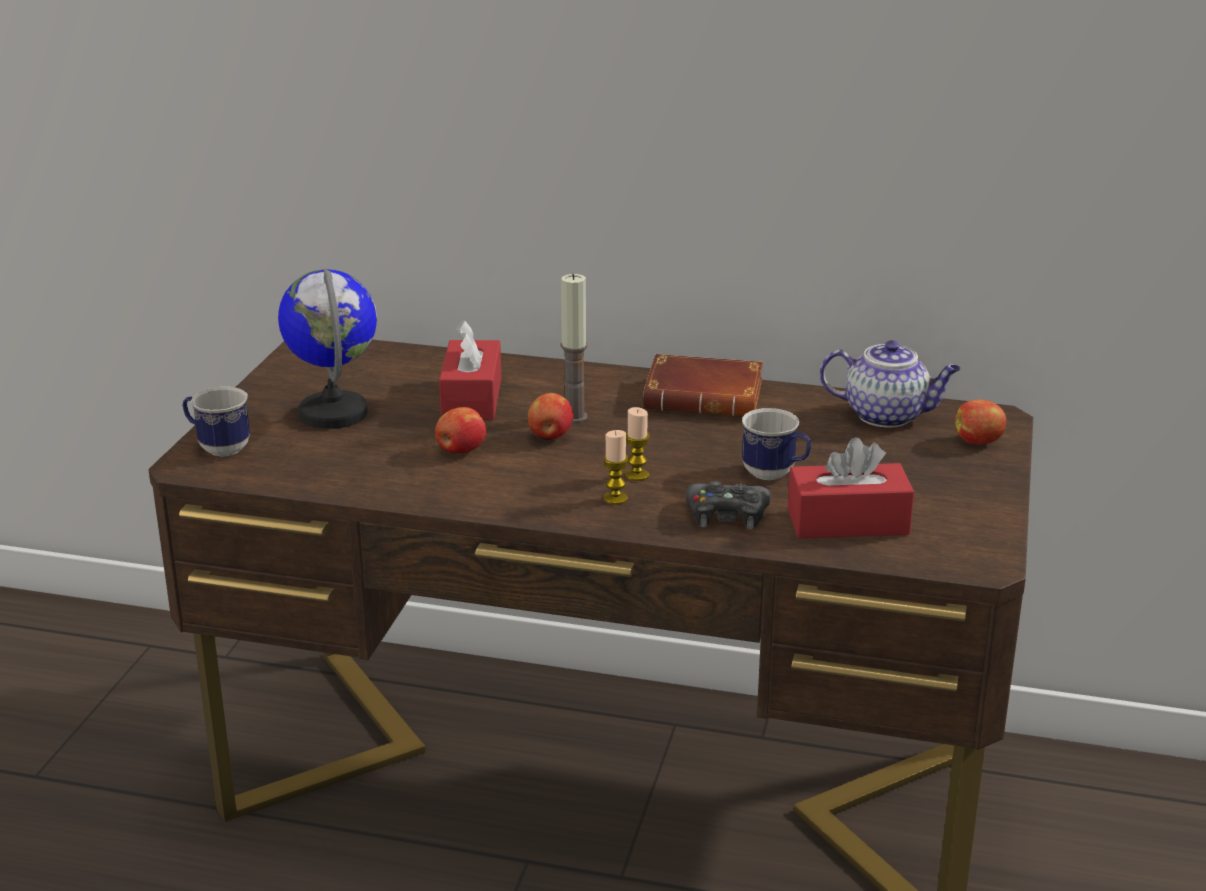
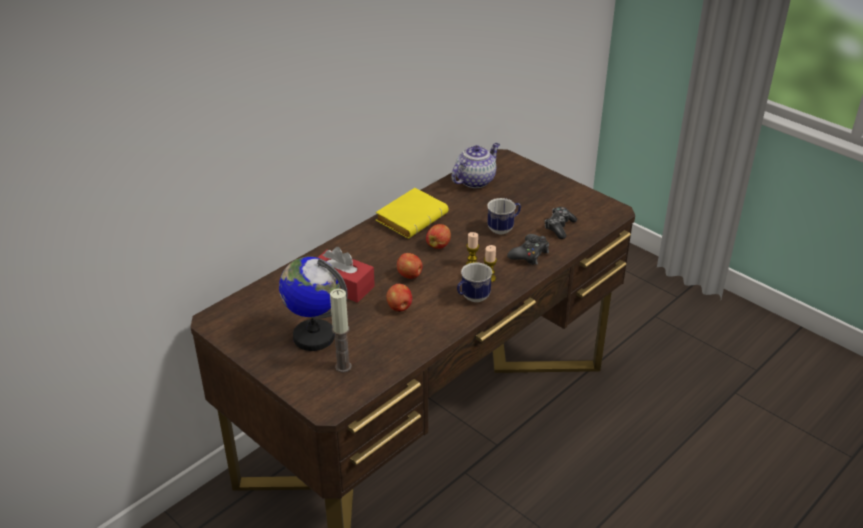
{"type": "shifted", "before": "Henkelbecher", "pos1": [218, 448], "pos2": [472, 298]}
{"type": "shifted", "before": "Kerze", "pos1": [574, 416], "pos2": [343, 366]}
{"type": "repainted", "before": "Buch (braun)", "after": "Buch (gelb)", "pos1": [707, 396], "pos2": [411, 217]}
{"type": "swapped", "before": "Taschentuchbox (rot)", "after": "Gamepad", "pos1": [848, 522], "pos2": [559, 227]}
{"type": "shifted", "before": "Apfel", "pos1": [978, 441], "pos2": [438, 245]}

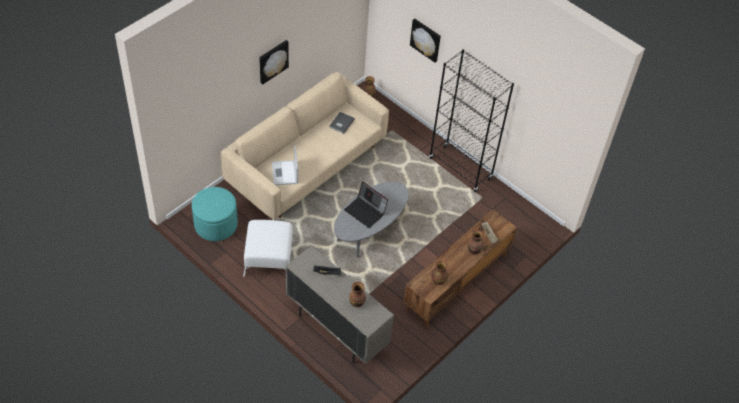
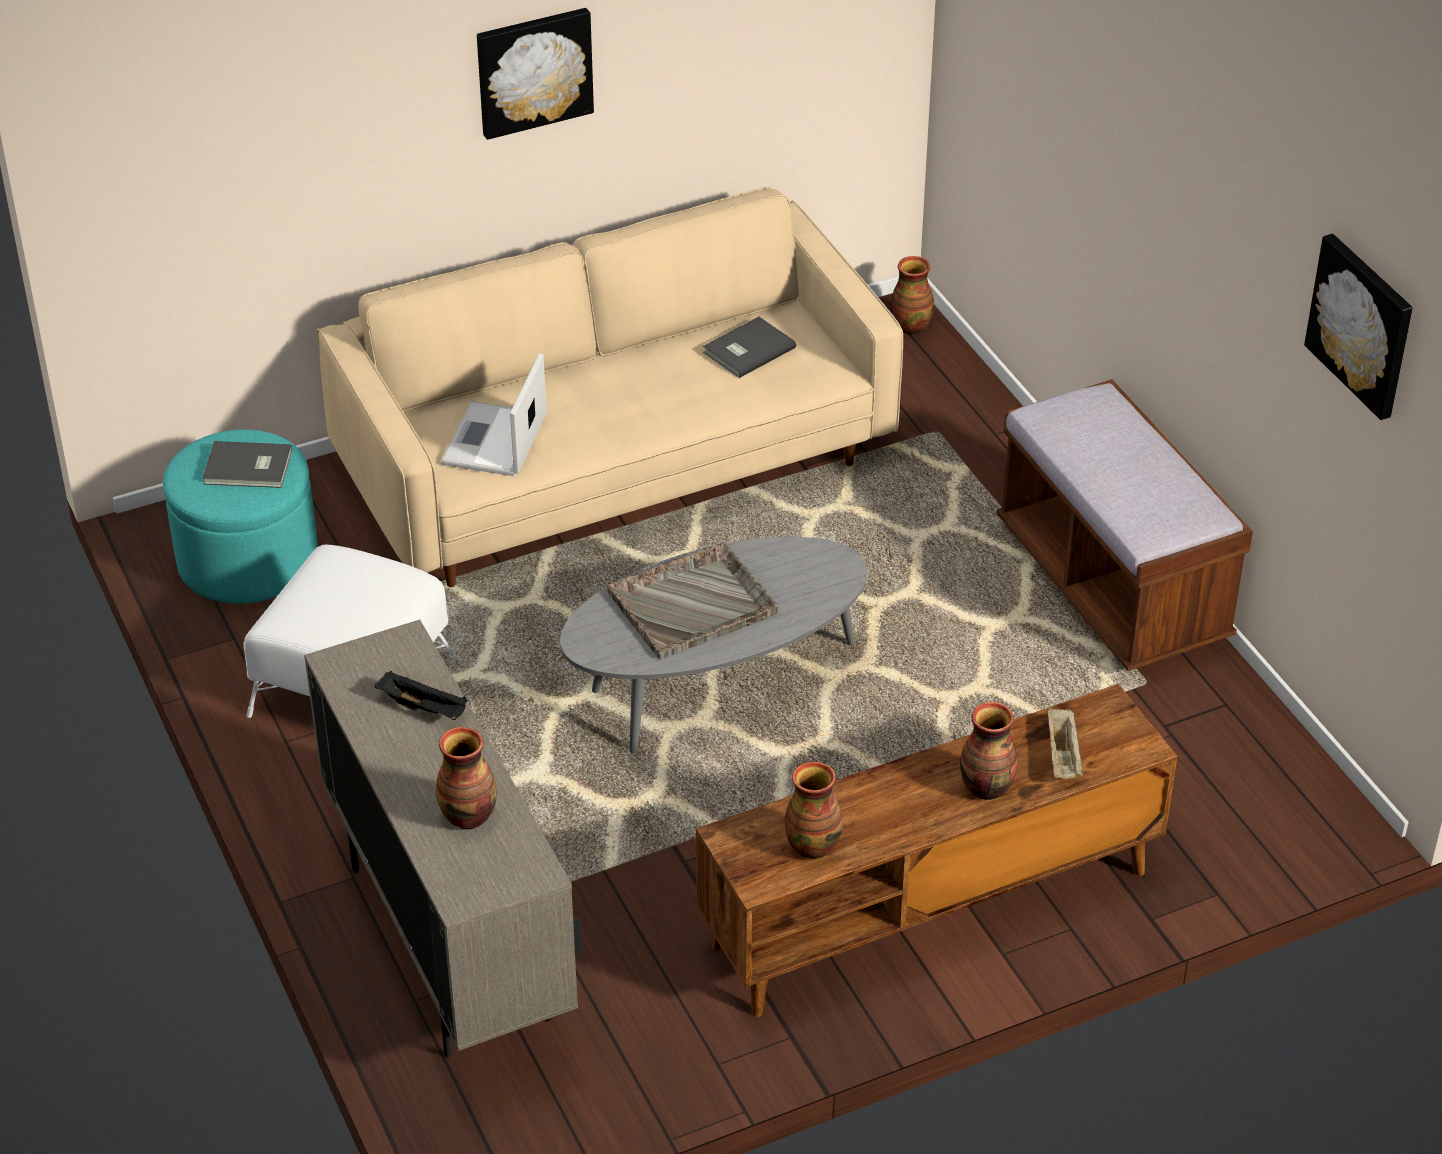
{"type": "swapped", "before": "Laptop", "after": "Tablett (grau)", "pos1": [366, 211], "pos2": [694, 603]}
{"type": "shifted", "before": "Bild", "pos1": [426, 39], "pos2": [1363, 324]}
{"type": "swapped", "before": "Bücherregal (schwarz)", "after": "Bank (braun)", "pos1": [460, 169], "pos2": [1112, 586]}
{"type": "new", "after": "Buch (grau)", "pos2": [249, 468]}

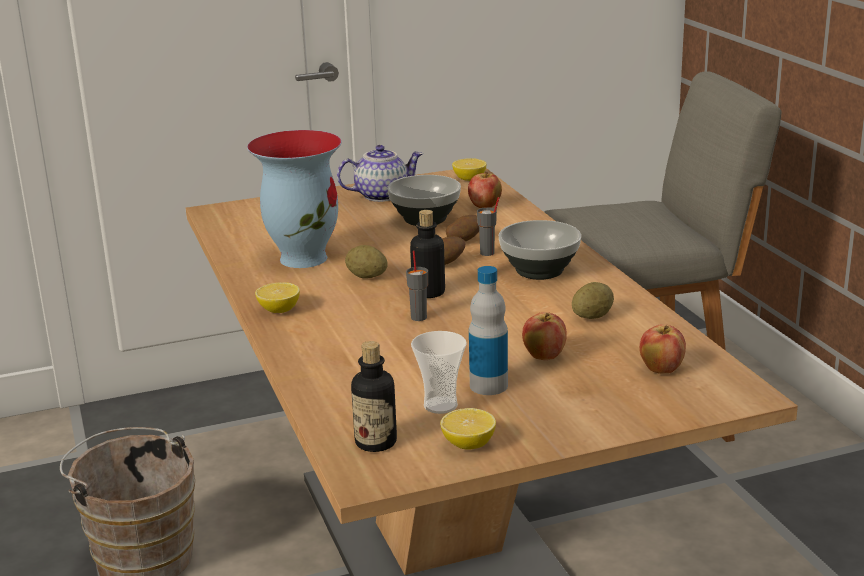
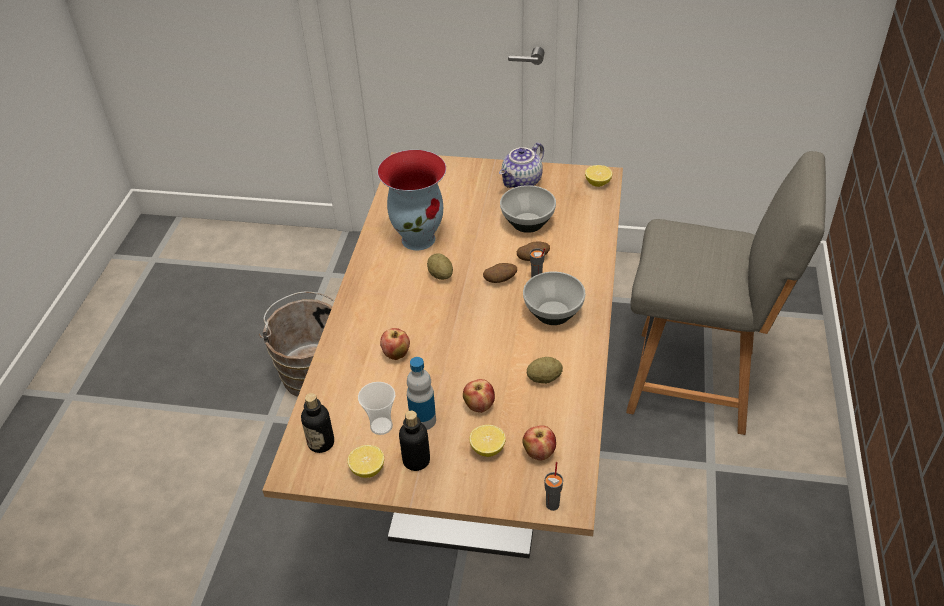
{"type": "shifted", "before": "Zitrone", "pos1": [279, 310], "pos2": [487, 449]}
{"type": "rotated", "before": "Teekanne", "pos1": [381, 195], "pos2": [522, 182], "turn": 120}
{"type": "shifted", "before": "Tasse (grau)", "pos1": [419, 317], "pos2": [553, 504]}
{"type": "shifted", "before": "Flasche", "pos1": [428, 292], "pos2": [416, 460]}
{"type": "shifted", "before": "Apfel", "pos1": [485, 206], "pos2": [396, 354]}

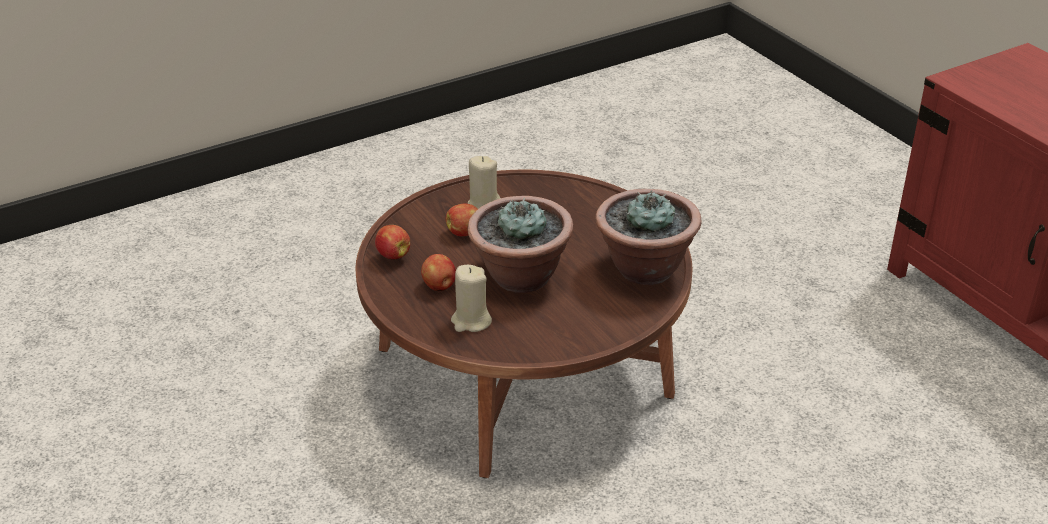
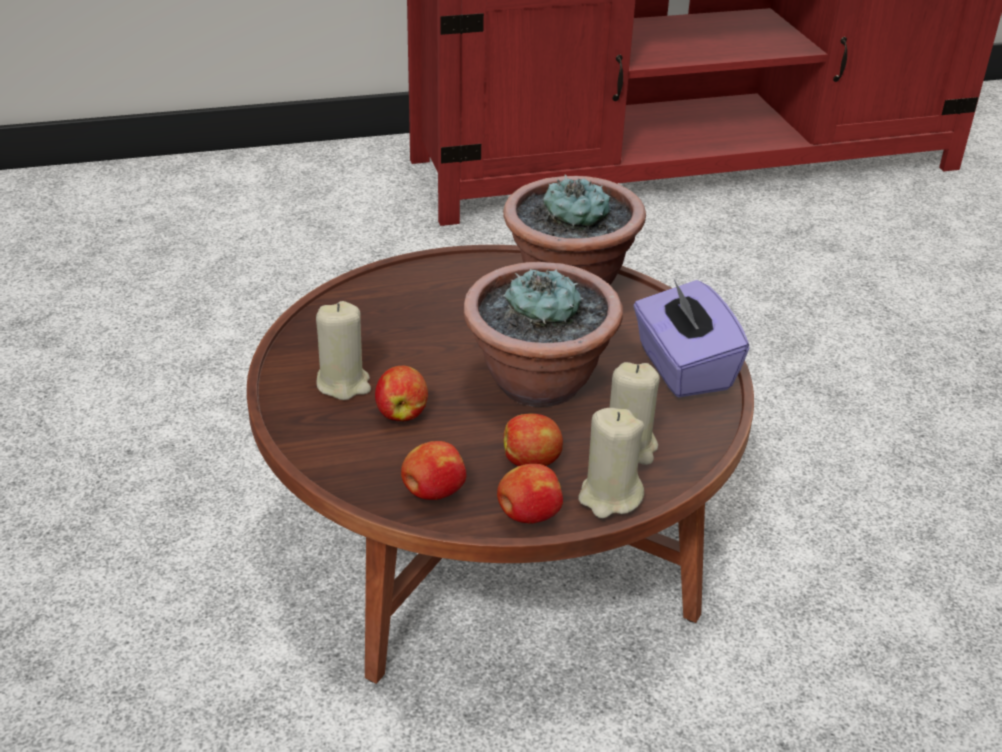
{"type": "new", "after": "Apfel", "pos2": [528, 515]}
{"type": "new", "after": "Kerze (beige)", "pos2": [609, 497]}
{"type": "new", "after": "Taschentuchbox (lila)", "pos2": [682, 368]}

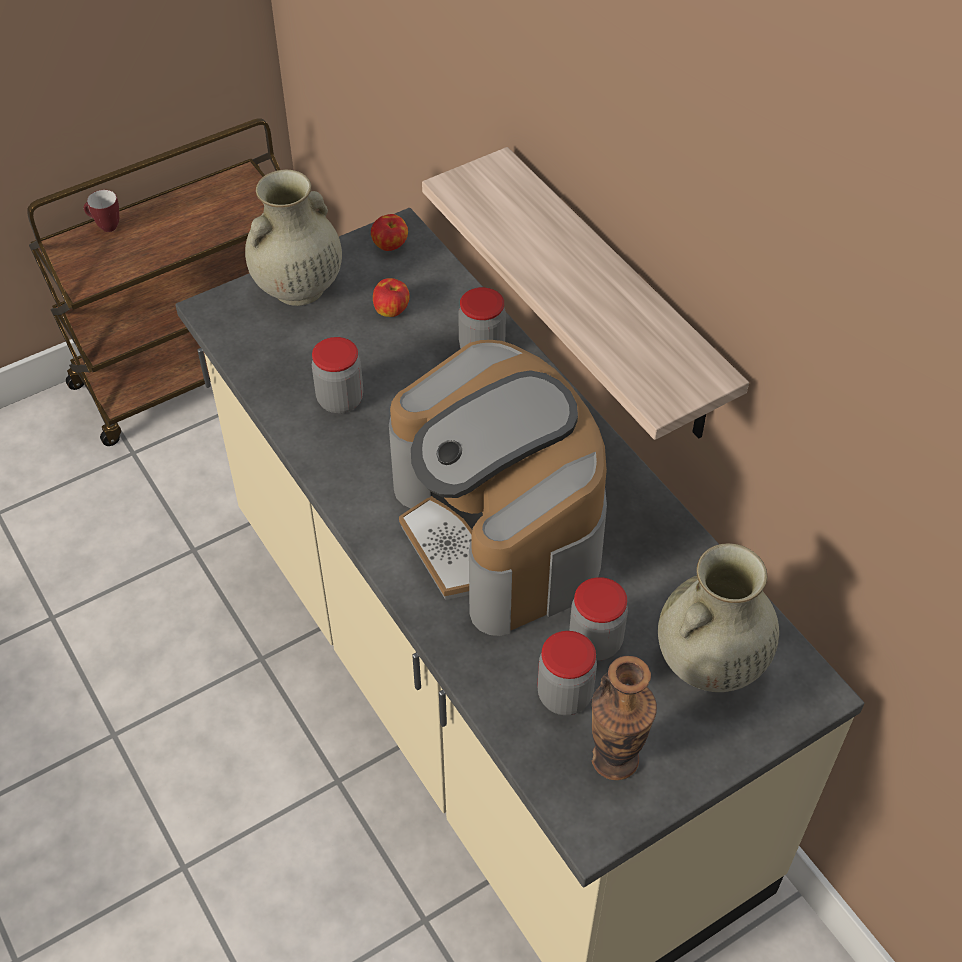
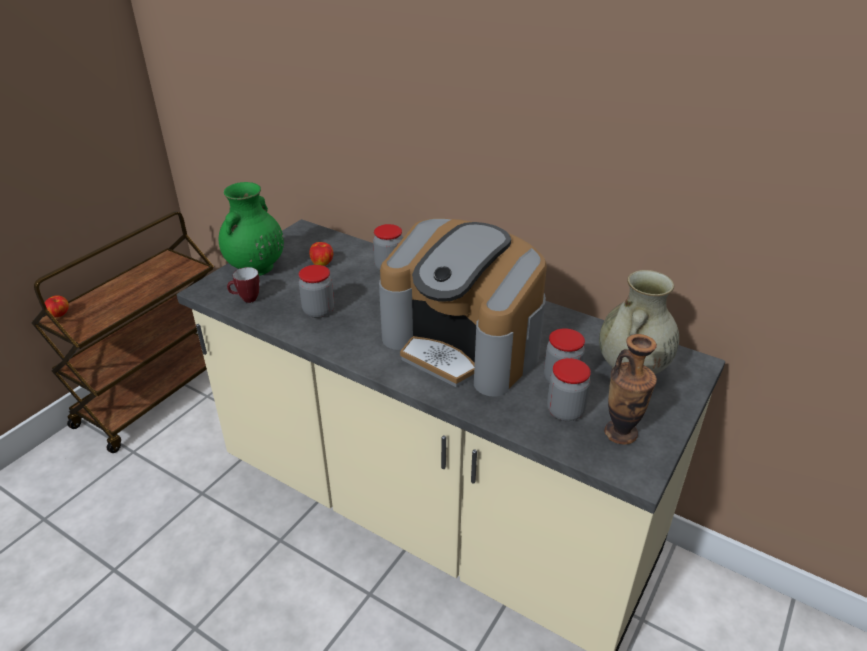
{"type": "shifted", "before": "Henkelbecher", "pos1": [105, 226], "pos2": [246, 300]}
{"type": "repainted", "before": "Vase (beige)", "after": "Vase (grün)", "pos1": [297, 289], "pos2": [255, 268]}
{"type": "shifted", "before": "Apfel", "pos1": [390, 246], "pos2": [60, 315]}
{"type": "gone", "before": "Wandregal", "pos1": [614, 299]}

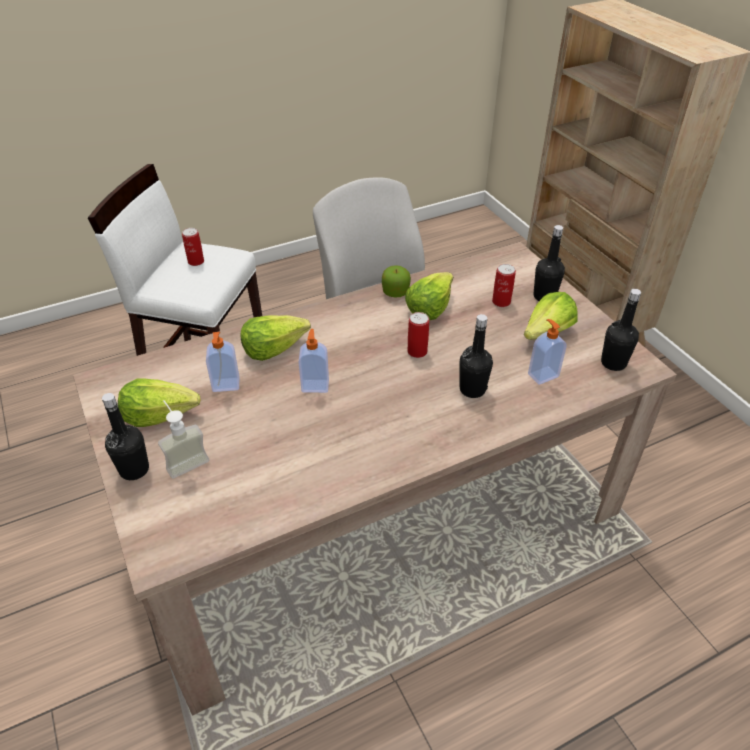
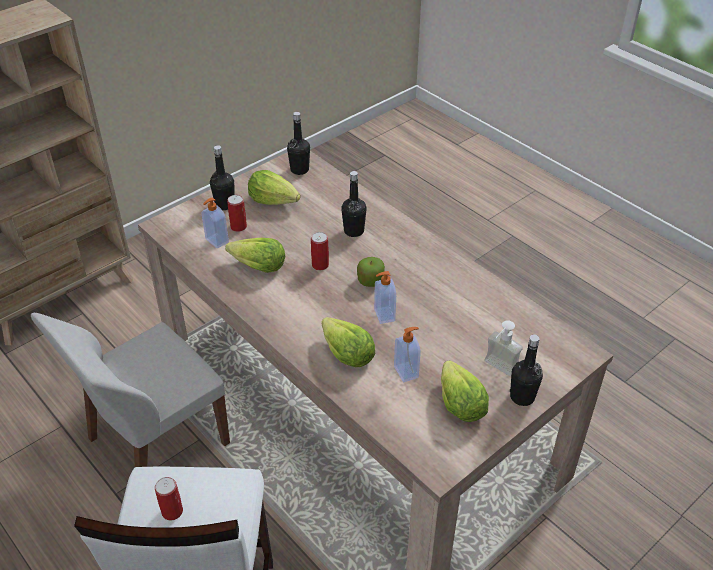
{"type": "shifted", "before": "Apfel", "pos1": [395, 292], "pos2": [370, 281]}
{"type": "shifted", "before": "Seifenspender", "pos1": [542, 375], "pos2": [216, 241]}

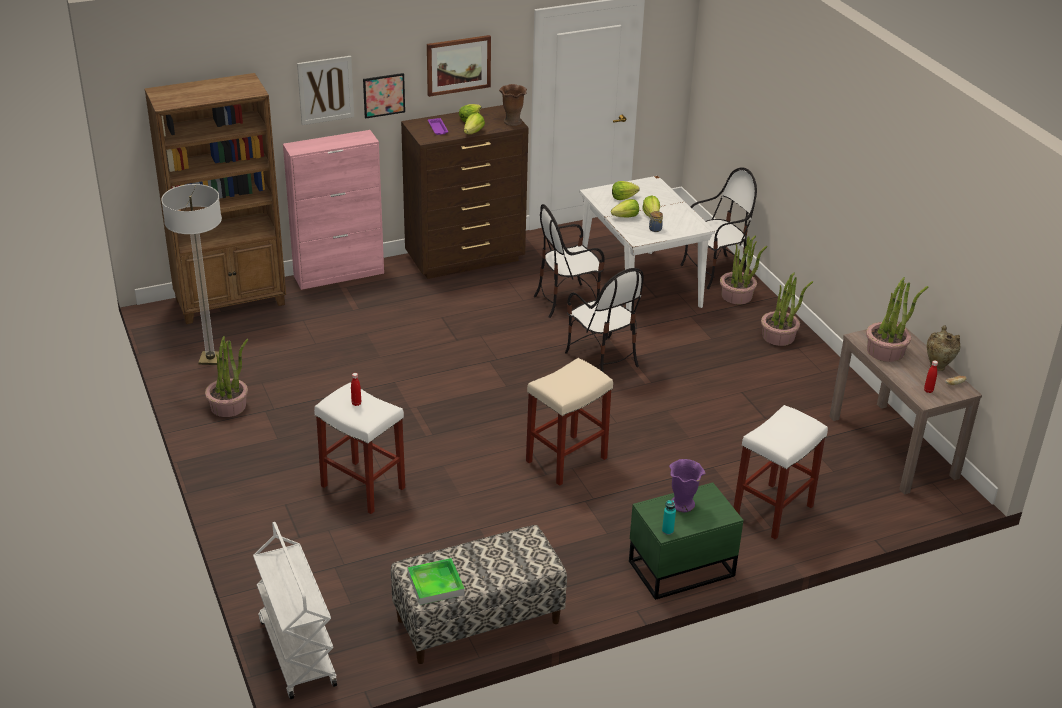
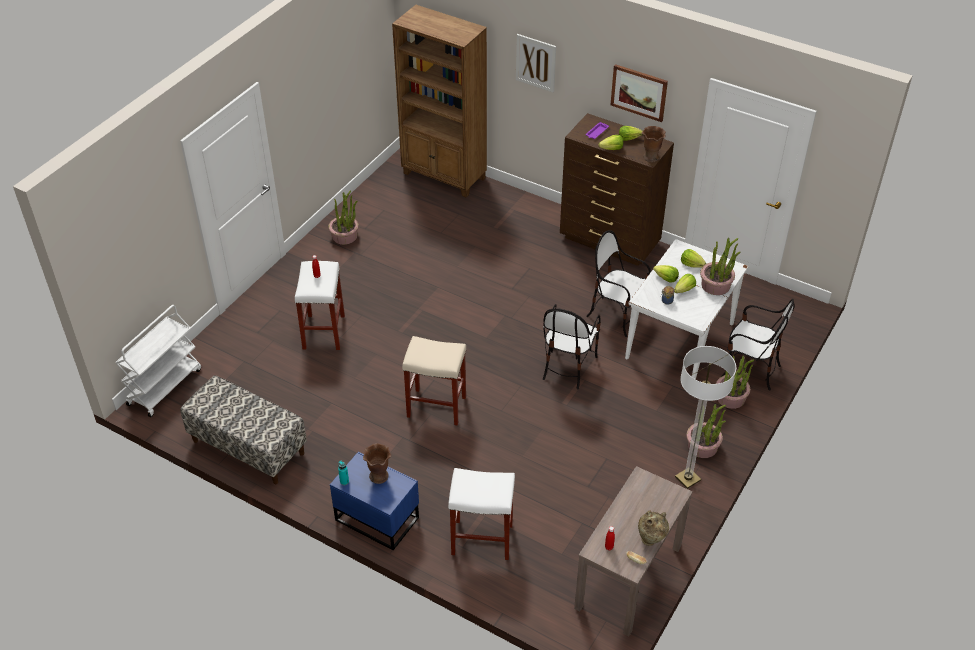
{"type": "shifted", "before": "Stehlampe", "pos1": [210, 359], "pos2": [687, 478]}
{"type": "gone", "before": "Schrank (rosa)", "pos1": [339, 274]}
{"type": "gone", "before": "Bild", "pos1": [384, 95]}
{"type": "gone", "before": "Tablett", "pos1": [435, 584]}
{"type": "repainted", "before": "Nachttisch (grün)", "after": "Nachttisch (blau)", "pos1": [679, 567], "pos2": [377, 517]}
{"type": "repainted", "before": "Vase (lila)", "after": "Vase (braun)", "pos1": [683, 504], "pos2": [379, 476]}
{"type": "shifted", "before": "Topfpflanze", "pos1": [886, 351], "pos2": [716, 285]}

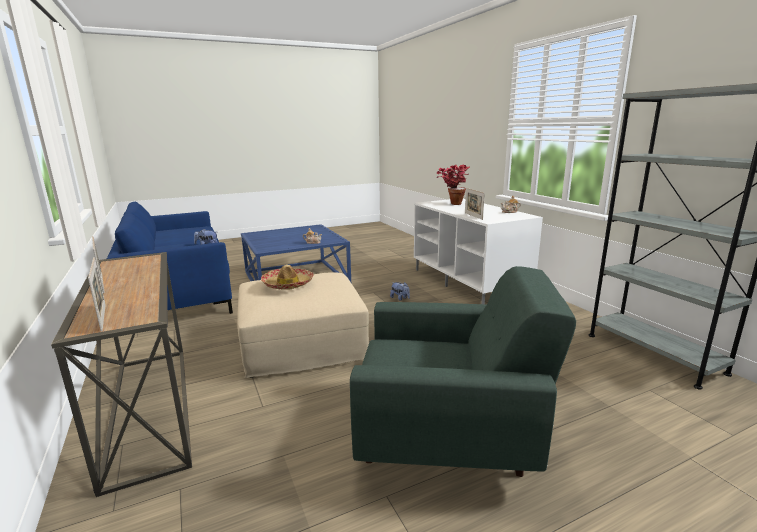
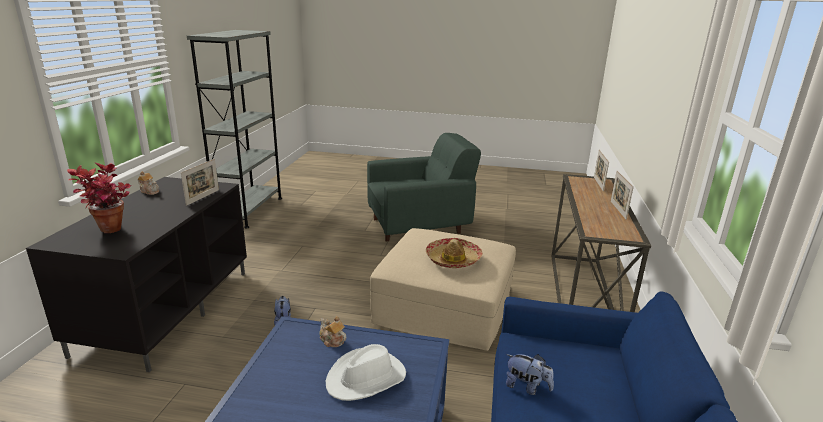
{"type": "rotated", "before": "Sessel (grün)", "pos1": [448, 433], "pos2": [419, 226], "turn": 120}
{"type": "repainted", "before": "Fernsehschrank (weiß)", "after": "Fernsehschrank (schwarz)", "pos1": [469, 282], "pos2": [166, 309]}
{"type": "new", "after": "Hut (weiß)", "pos2": [366, 378]}

